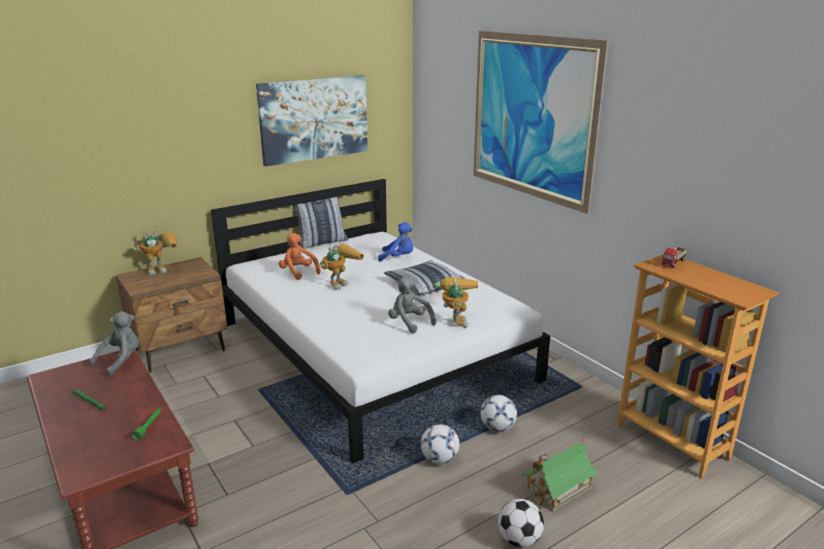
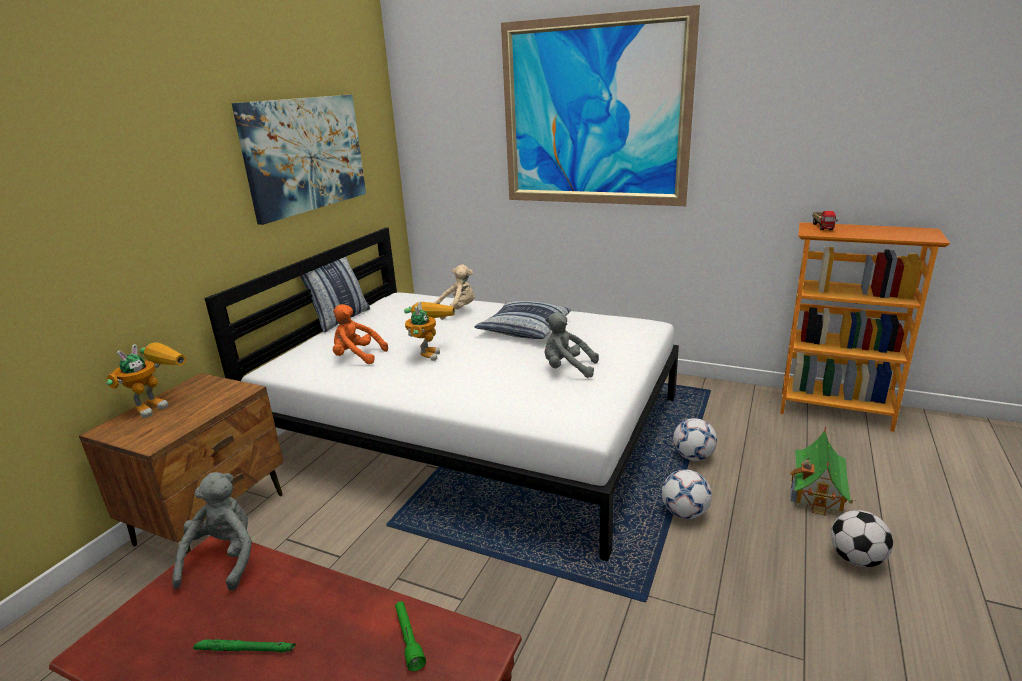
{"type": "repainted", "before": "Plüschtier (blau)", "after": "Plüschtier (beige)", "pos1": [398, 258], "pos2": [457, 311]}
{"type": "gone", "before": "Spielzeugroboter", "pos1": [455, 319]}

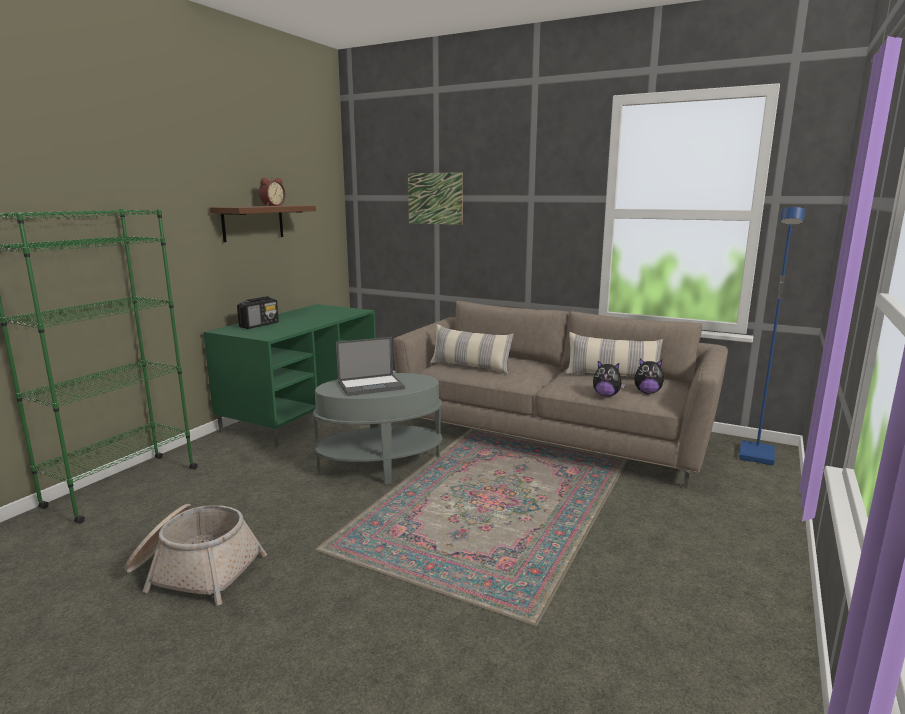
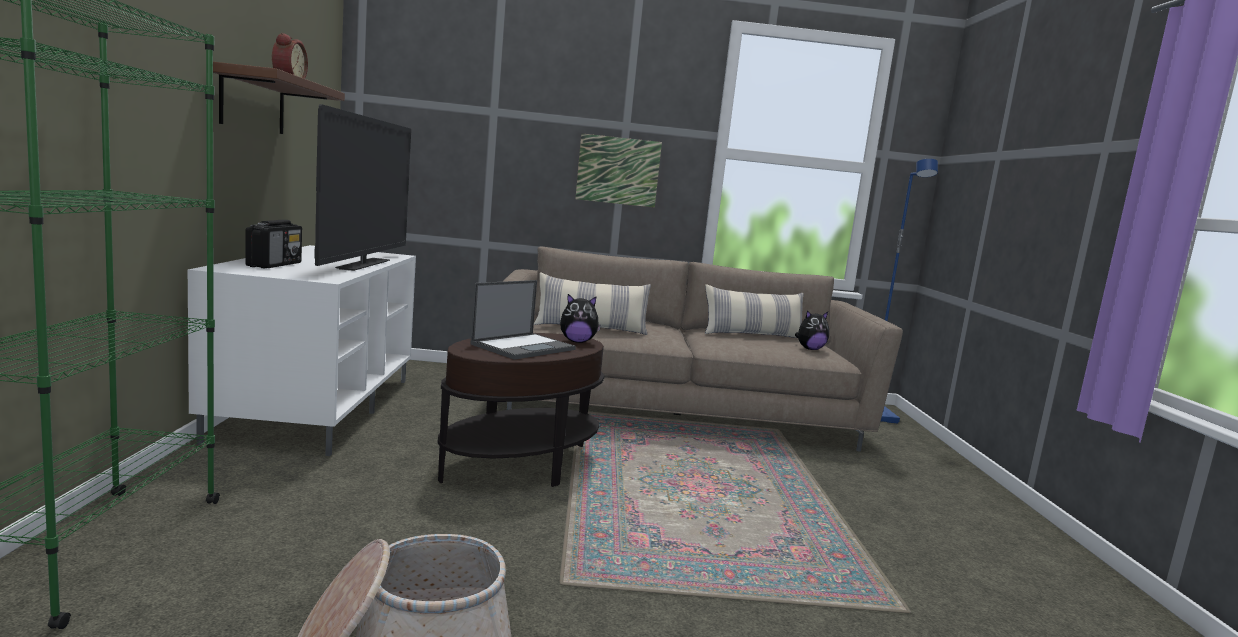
{"type": "repainted", "before": "Fernsehschrank (grün)", "after": "Fernsehschrank (weiß)", "pos1": [302, 412], "pos2": [316, 407]}
{"type": "repainted", "before": "Beistelltisch (grau)", "after": "Beistelltisch (braun)", "pos1": [381, 466], "pos2": [519, 465]}
{"type": "shifted", "before": "Bild", "pos1": [435, 198], "pos2": [618, 170]}
{"type": "shifted", "before": "Plüschtier", "pos1": [606, 395], "pos2": [577, 342]}
{"type": "new", "after": "Fernseher", "pos2": [364, 265]}

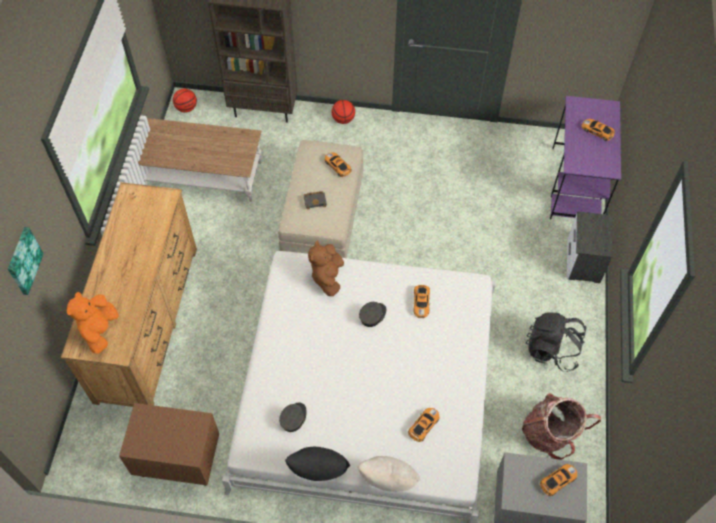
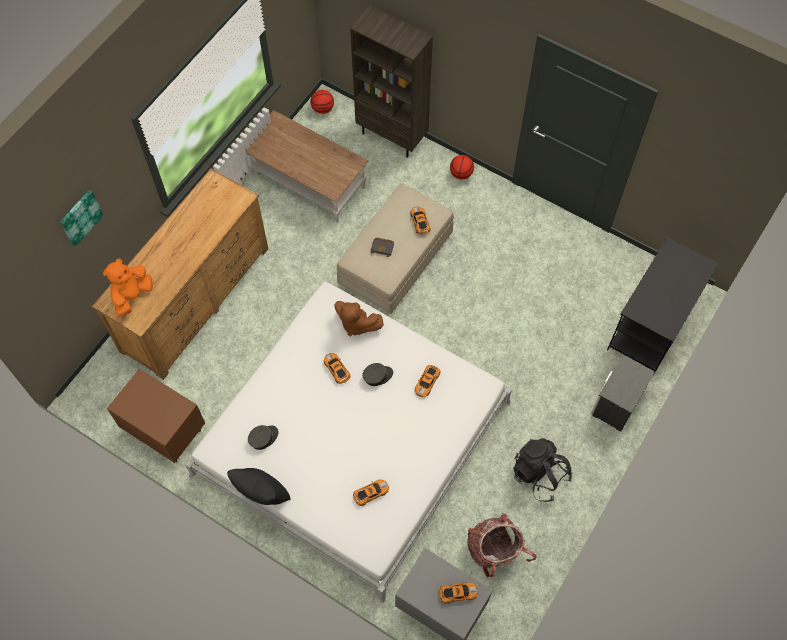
{"type": "rotated", "before": "Plüschtier (braun)", "pos1": [327, 277], "pos2": [356, 324], "turn": -90}
{"type": "gone", "before": "Kissen (beige)", "pos1": [388, 482]}
{"type": "repainted", "before": "Schreibtisch (lila)", "after": "Schreibtisch (schwarz)", "pos1": [575, 186], "pos2": [651, 327]}
{"type": "shifted", "before": "Spielzeugauto", "pos1": [598, 131], "pos2": [337, 370]}

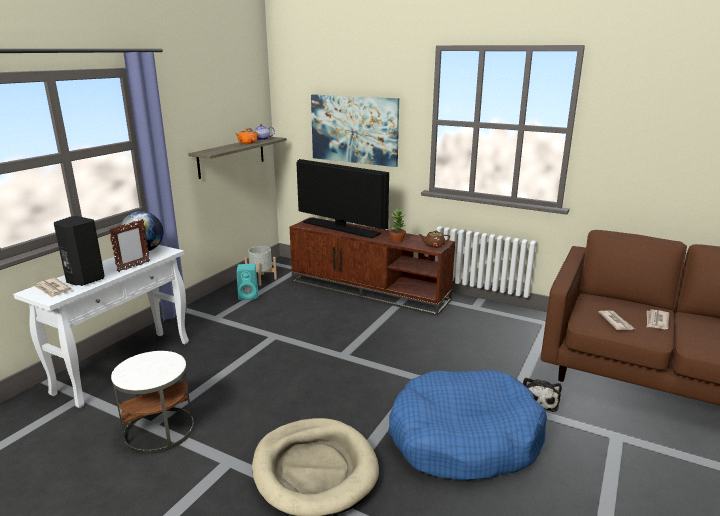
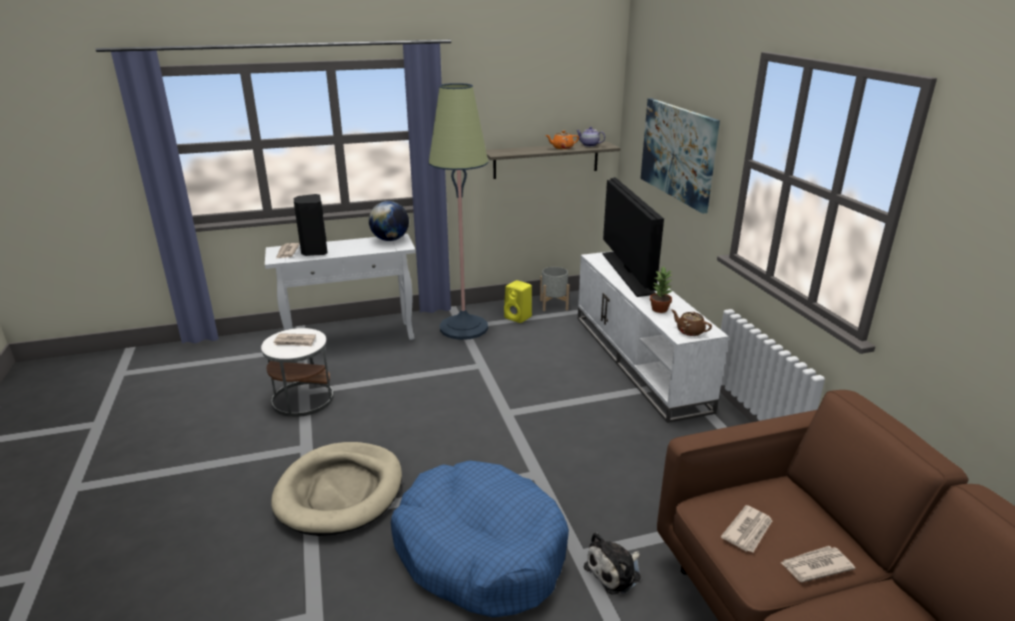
{"type": "gone", "before": "Bilderrahmen", "pos1": [133, 267]}
{"type": "repainted", "before": "Lautsprecher (türkis)", "after": "Lautsprecher (gelb)", "pos1": [249, 296], "pos2": [518, 317]}
{"type": "repainted", "before": "Fernsehschrank (braun)", "after": "Fernsehschrank (weiß)", "pos1": [370, 290], "pos2": [639, 361]}
{"type": "new", "after": "Zeitung", "pos2": [295, 342]}
{"type": "new", "after": "Stehlampe", "pos2": [463, 328]}

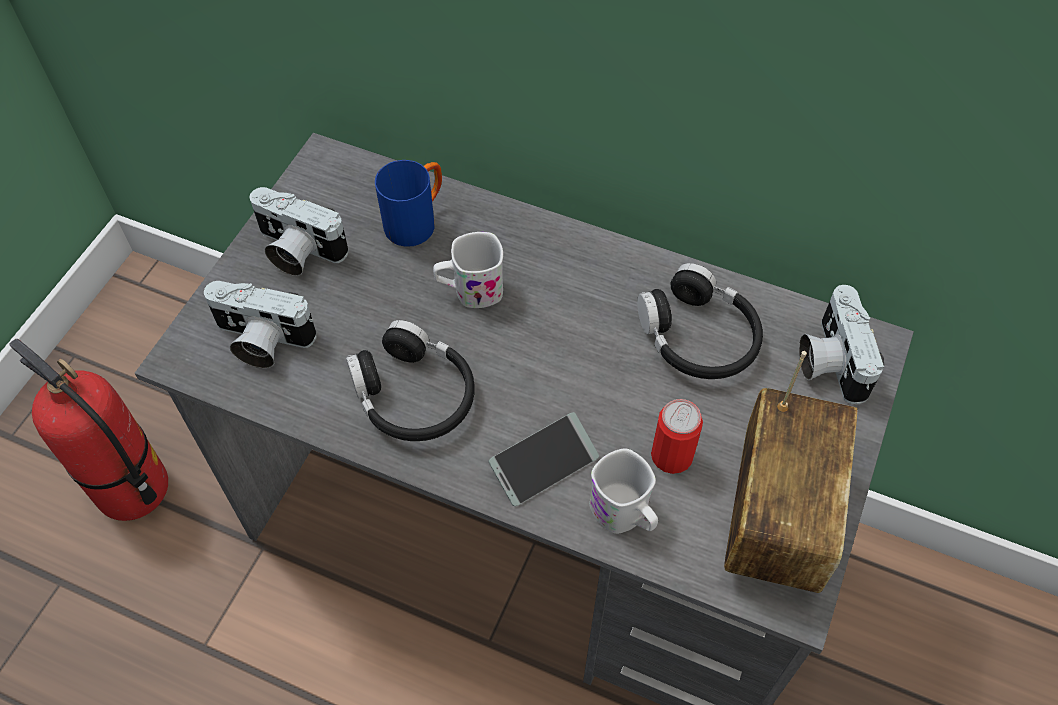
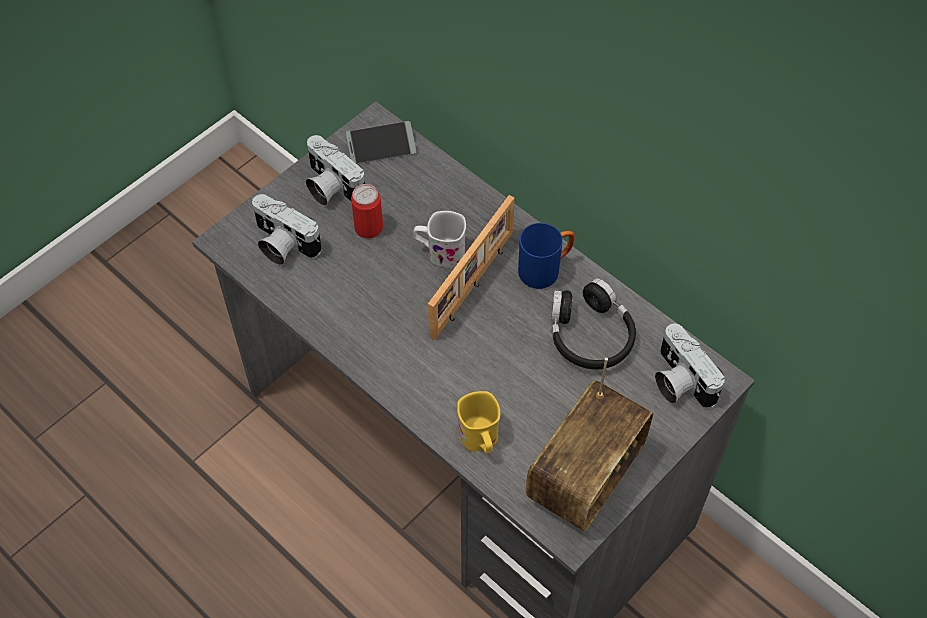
{"type": "gone", "before": "Feuerlöscher", "pos1": [131, 489]}
{"type": "gone", "before": "Kopfhörer (schwarz)", "pos1": [413, 395]}
{"type": "shifted", "before": "Henkelbecher (blau)", "pos1": [417, 221], "pos2": [545, 269]}
{"type": "shifted", "before": "Handy", "pos1": [544, 464], "pos2": [381, 147]}
{"type": "repainted", "before": "Henkelbecher (weiß)", "after": "Henkelbecher (gelb)", "pos1": [625, 515], "pos2": [480, 440]}
{"type": "shifted", "before": "Dose", "pos1": [671, 455], "pos2": [368, 227]}
{"type": "rotated", "before": "Kamera", "pos1": [829, 360], "pos2": [678, 381], "turn": -45}
{"type": "new", "after": "Bilderrahmen", "pos2": [474, 285]}

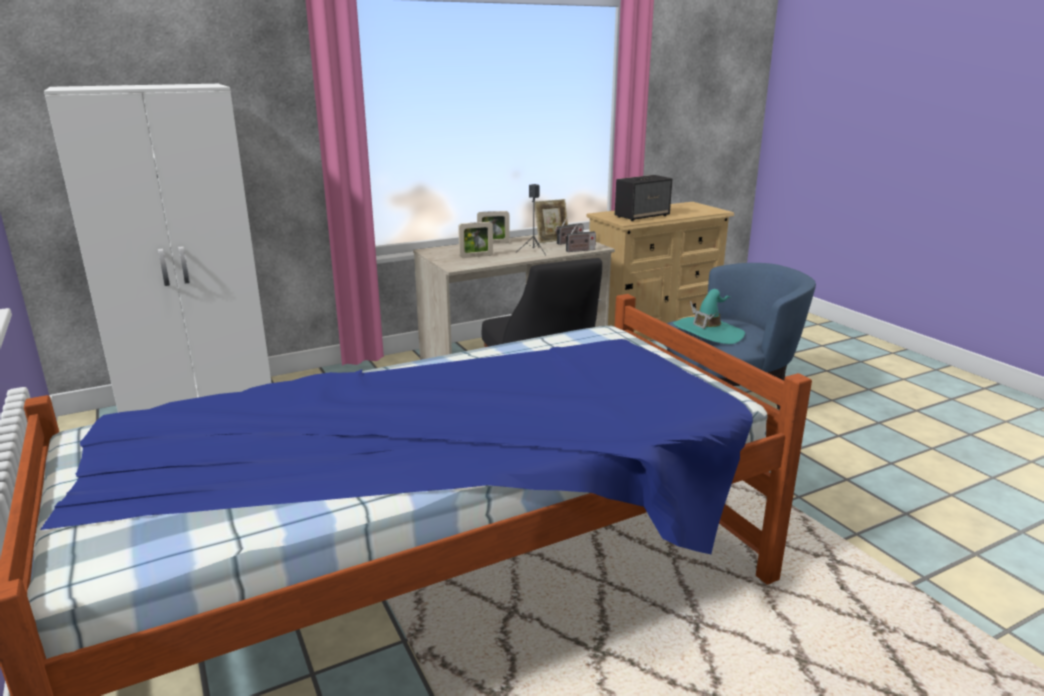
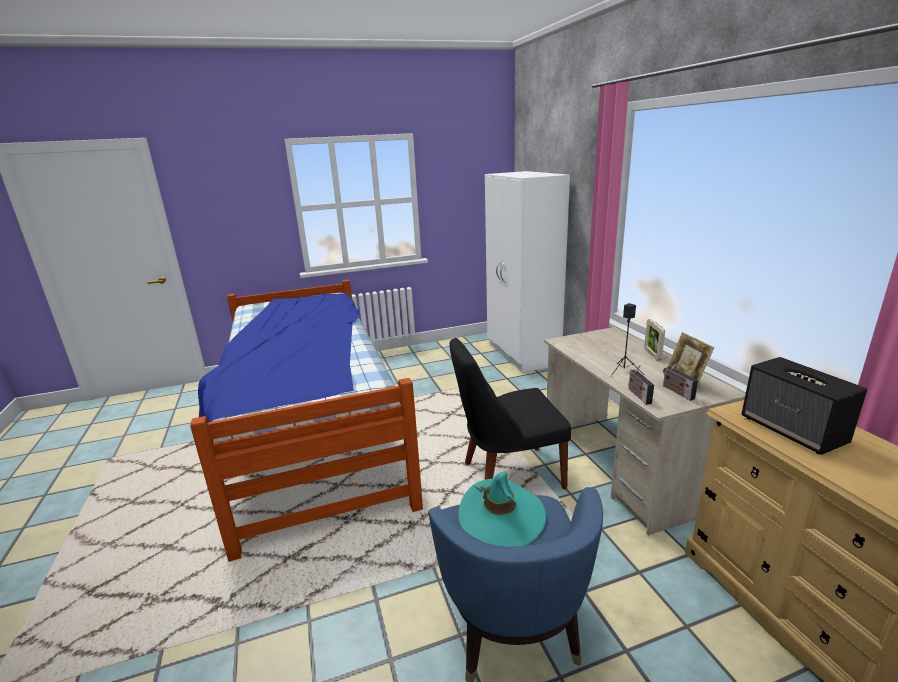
{"type": "gone", "before": "Bilderrahmen", "pos1": [476, 256]}

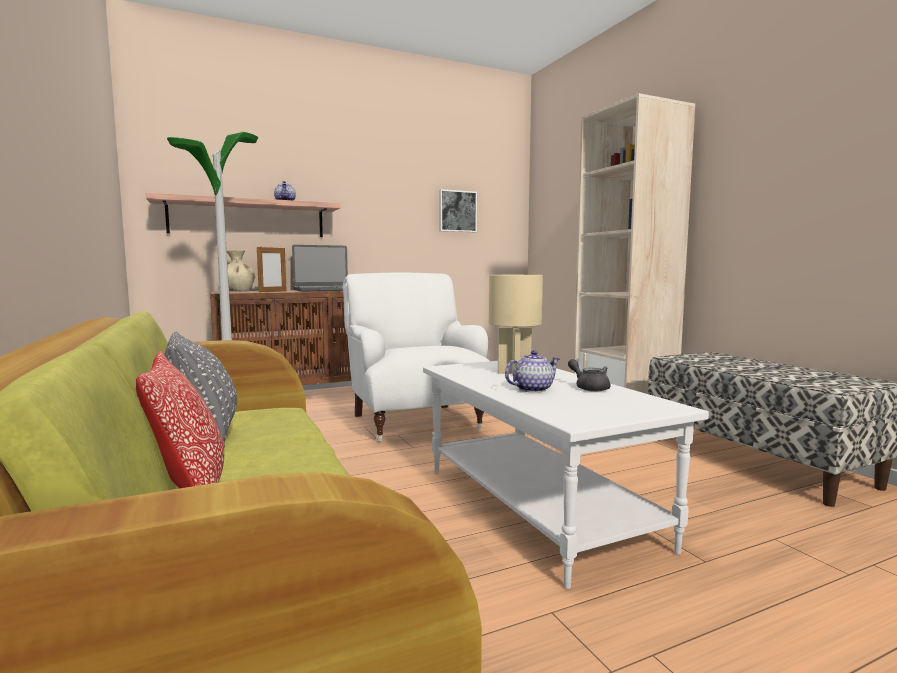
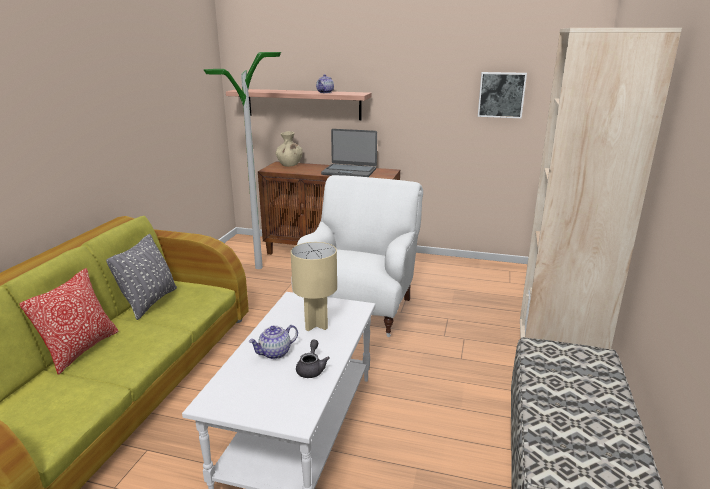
{"type": "gone", "before": "Bilderrahmen", "pos1": [272, 291]}
{"type": "rotated", "before": "Teekanne", "pos1": [532, 389], "pos2": [275, 353], "turn": 135}

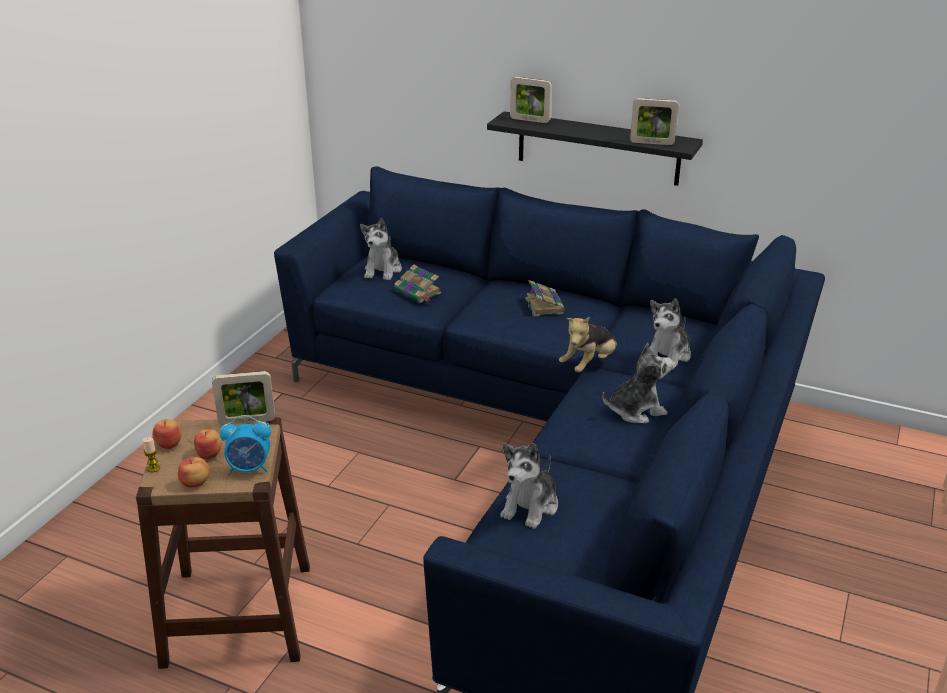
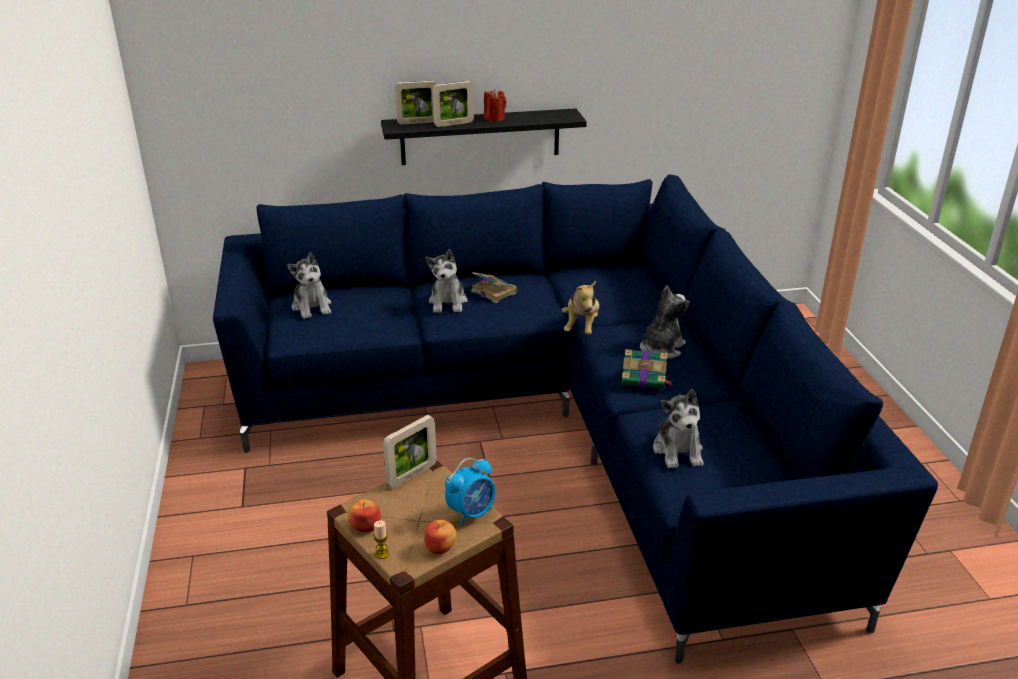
{"type": "gone", "before": "Apfel", "pos1": [210, 454]}
{"type": "shifted", "before": "Buch", "pos1": [418, 292], "pos2": [645, 378]}
{"type": "shifted", "before": "Bilderrahmen", "pos1": [652, 143], "pos2": [453, 124]}
{"type": "shifted", "before": "Plüschtier", "pos1": [668, 355], "pos2": [448, 302]}
{"type": "new", "after": "Kerze (rot)", "pos2": [494, 118]}

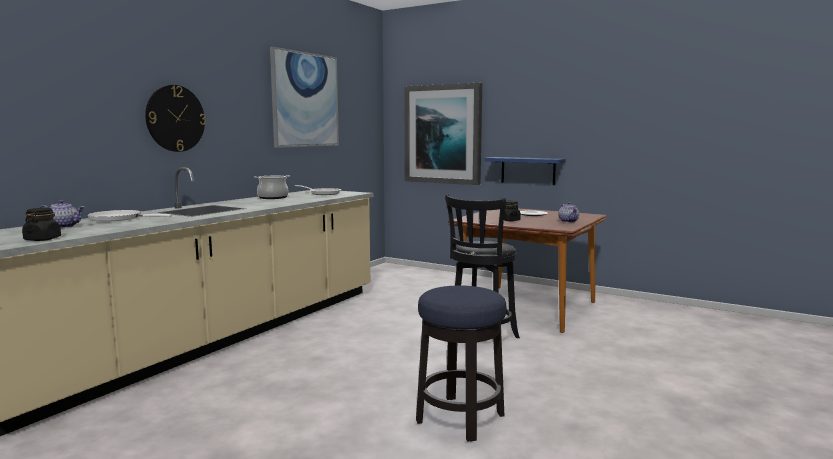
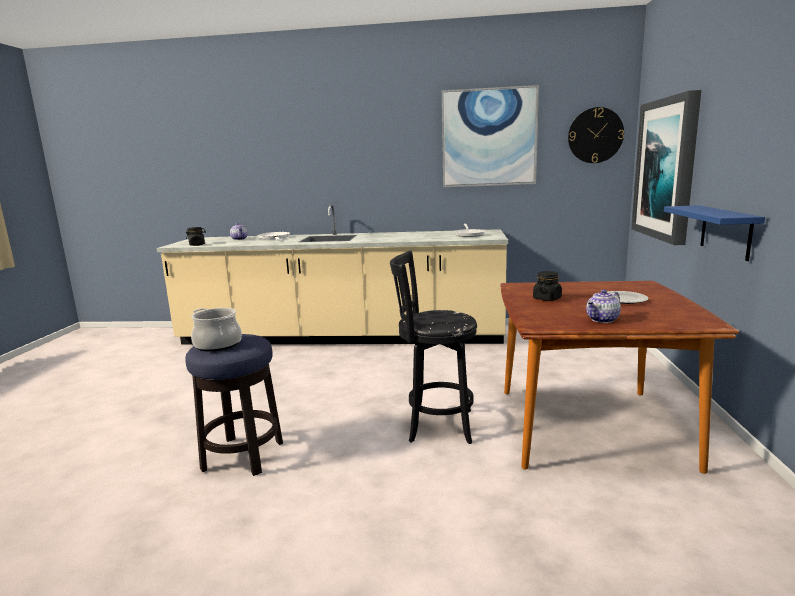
{"type": "shifted", "before": "Wanduhr", "pos1": [175, 118], "pos2": [595, 135]}
{"type": "shifted", "before": "Kochtopf", "pos1": [273, 197], "pos2": [217, 345]}

